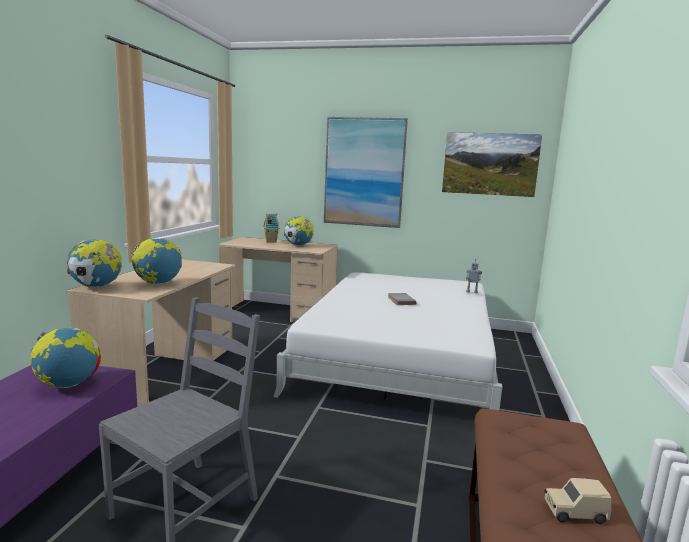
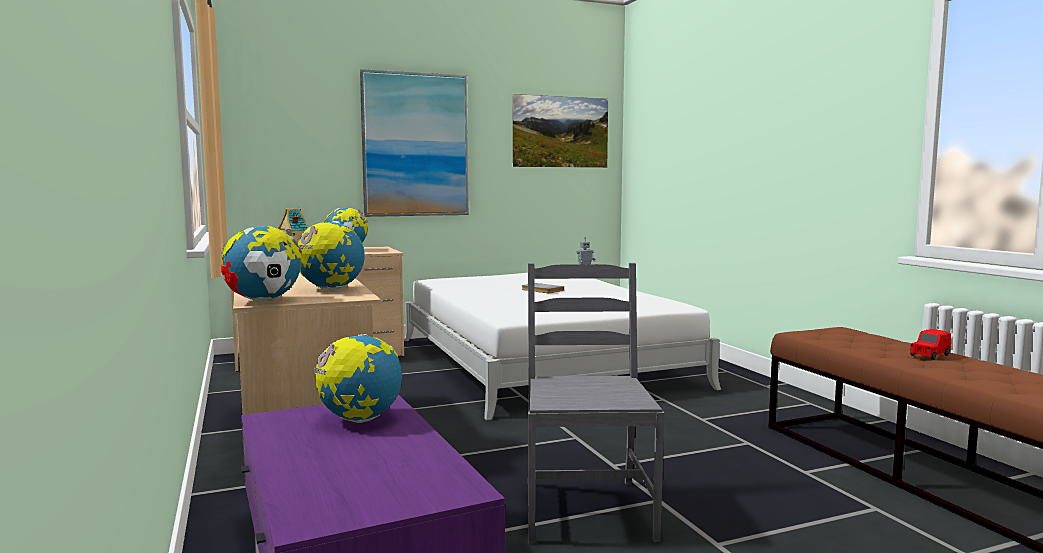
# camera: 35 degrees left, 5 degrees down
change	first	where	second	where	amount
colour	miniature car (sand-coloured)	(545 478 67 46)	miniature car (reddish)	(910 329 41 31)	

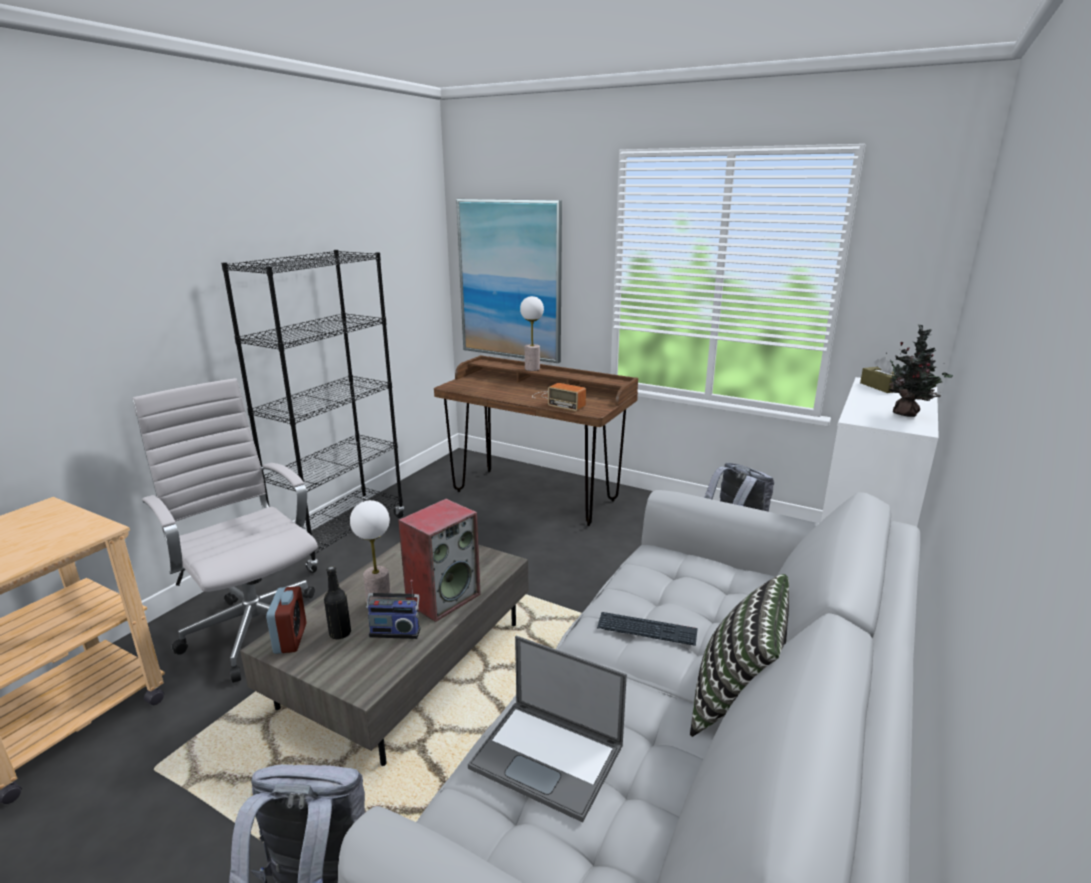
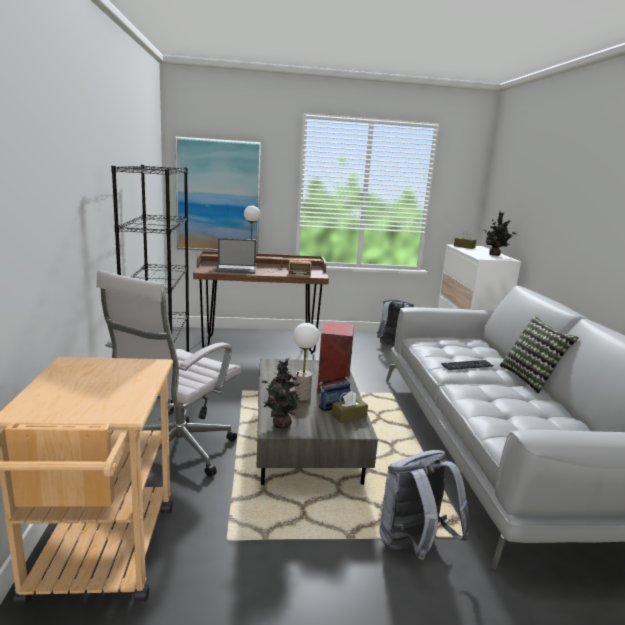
# camera: 35 degrees left, 5 degrees down
change	first	where	second	where	amount
spun	computer chair (white-coloured)	(133 378 185 305)		(96 270 145 207)	75 degrees counterclockwise
exchanged	alarm clock	(266 586 40 68)	plant in a pot	(262 358 43 71)	
missing	beverage bottle (black)	(324 566 27 73)			
relocated	notebook computer	(468 636 159 186)		(216 238 40 36)	
appeared			tissue holder (brown)	(332 391 36 32)	

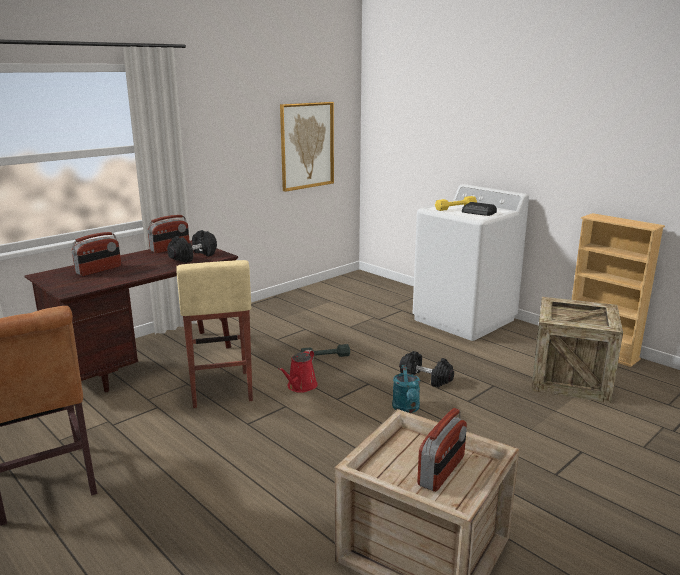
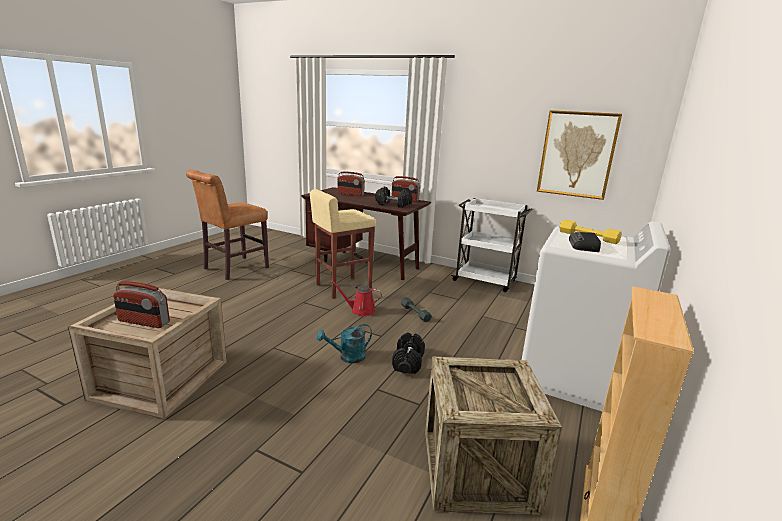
# camera: 70 degrees right, 0 degrees up
change	first	where	second	where	amount
appeared			trolley (white-coloured)	(451 198 81 94)	

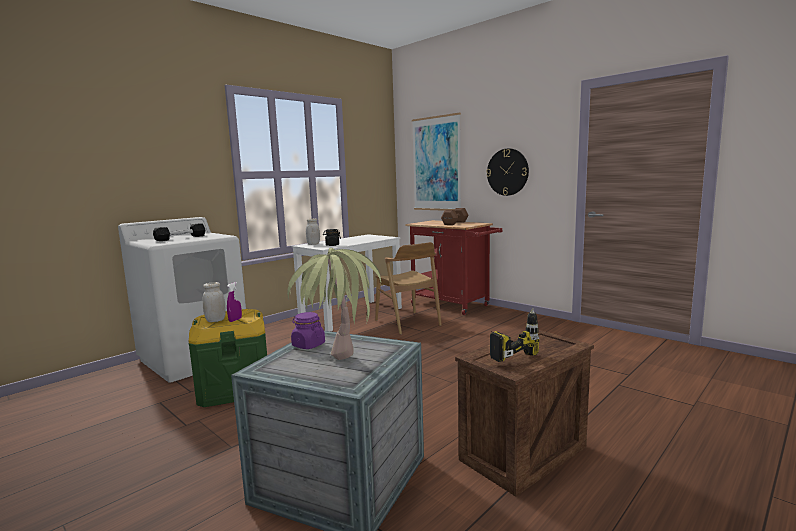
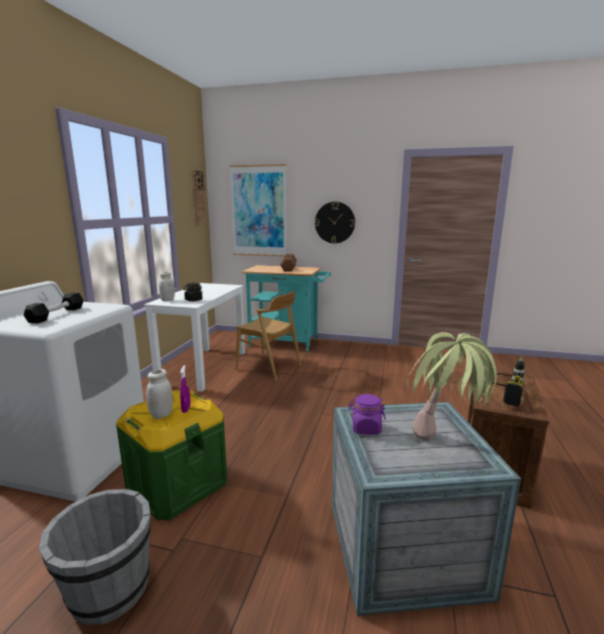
# camera: 30 degrees left, 5 degrees up
change	first	where	second	where	amount
colour	trolley (reddish)	(405 220 97 95)	trolley (turquoise-coloured)	(241 265 90 87)	
appeared			bucket (greyish)	(39 489 112 136)	
appeared			hanging clock	(192 169 15 56)	

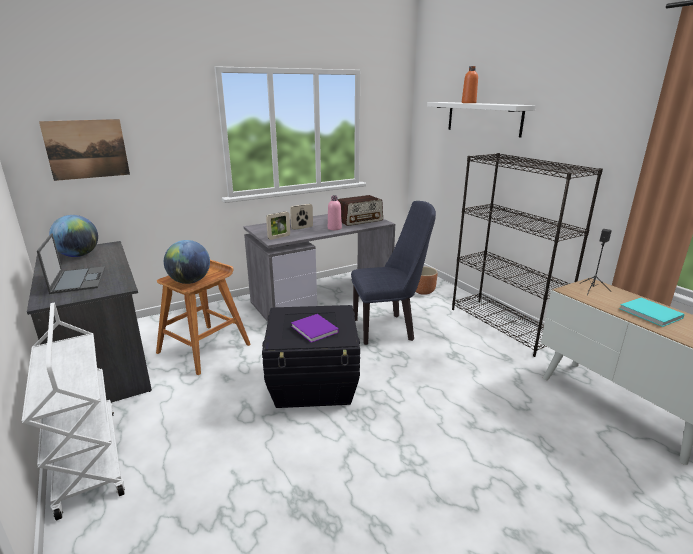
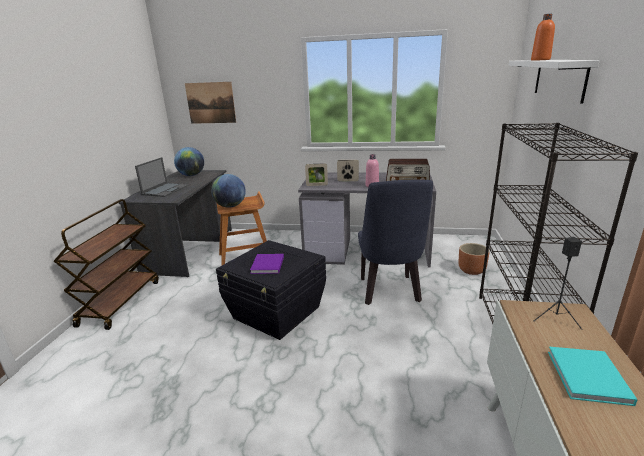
# camera: 40 degrees right, 0 degrees up
change	first	where	second	where	amount
colour	trolley (white-coloured)	(22 303 103 218)	trolley (brown)	(54 199 105 131)	
spun	upright chair (blue-coloured)	(351 201 85 144)		(358 180 75 125)	60 degrees clockwise

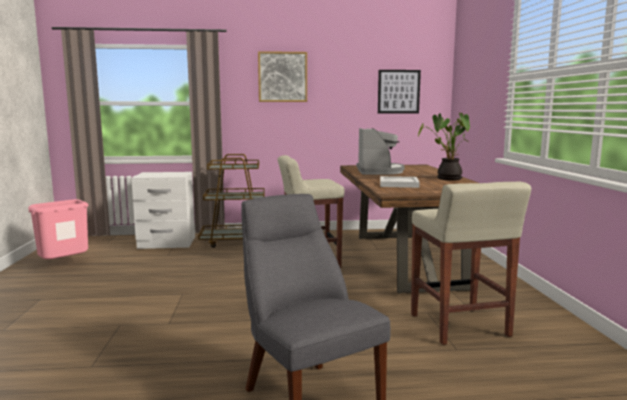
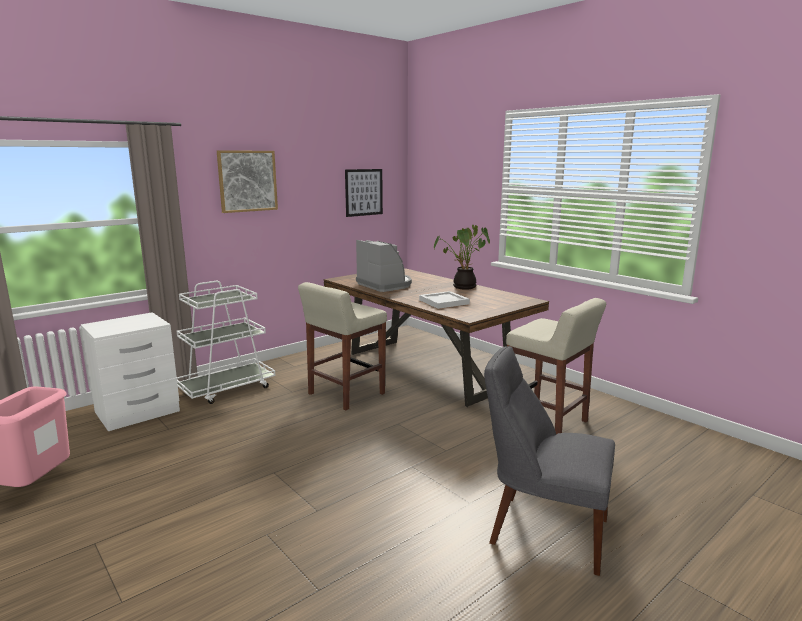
# camera: 35 degrees left, 5 degrees up
change	first	where	second	where	amount
colour	trolley (brown)	(198 154 67 94)	trolley (white-coloured)	(176 281 99 123)	

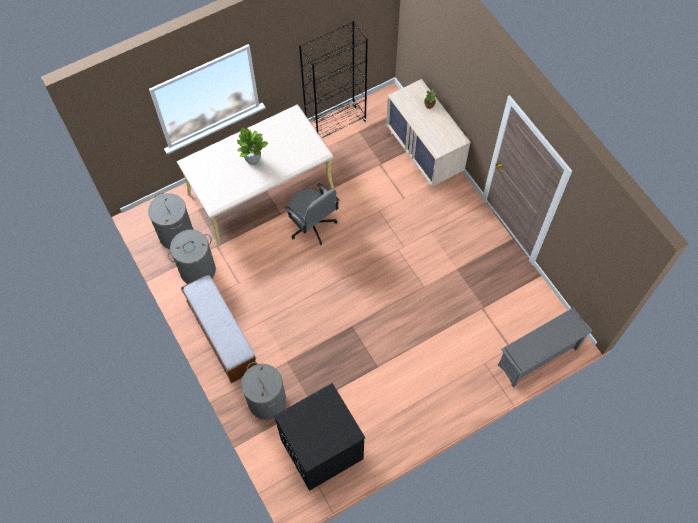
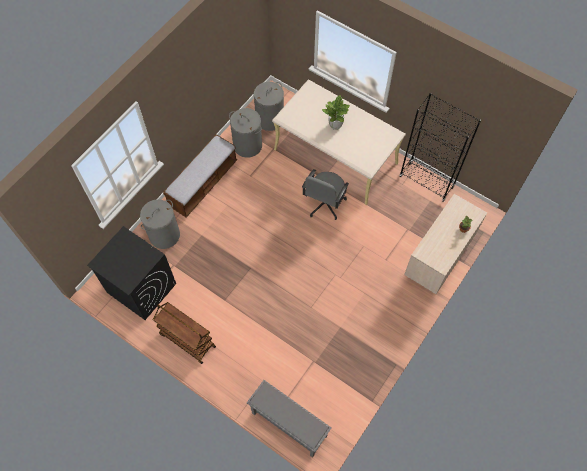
# camera: 65 degrees right, 0 degrees up
change	first	where	second	where	amount
appeared			trolley (brown)	(153 302 63 62)	

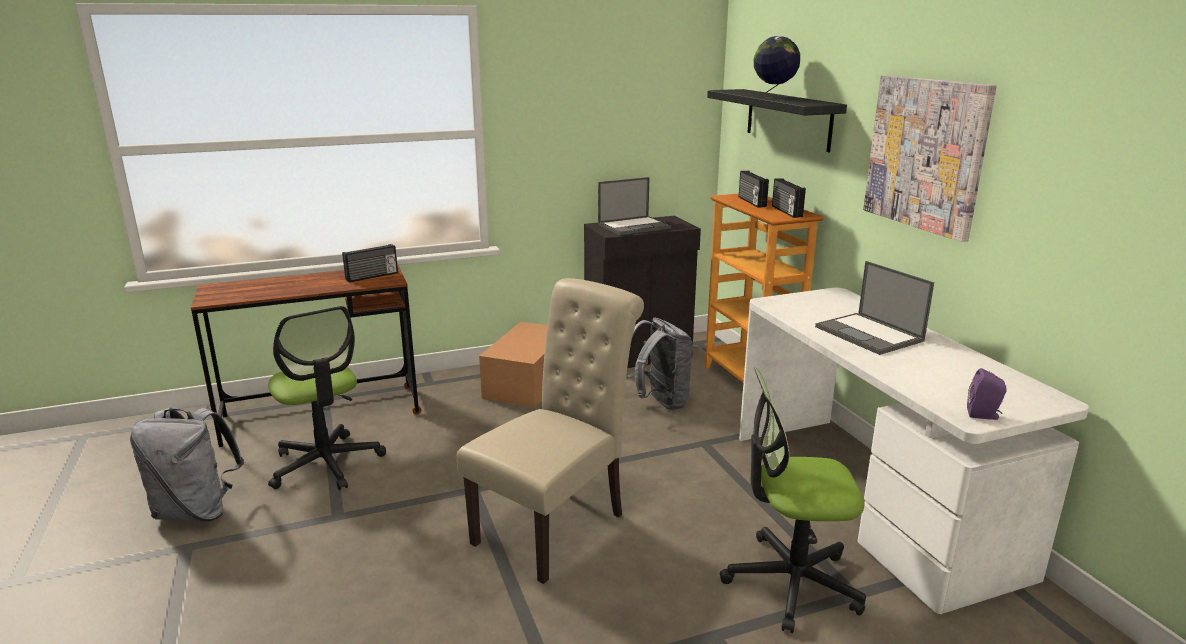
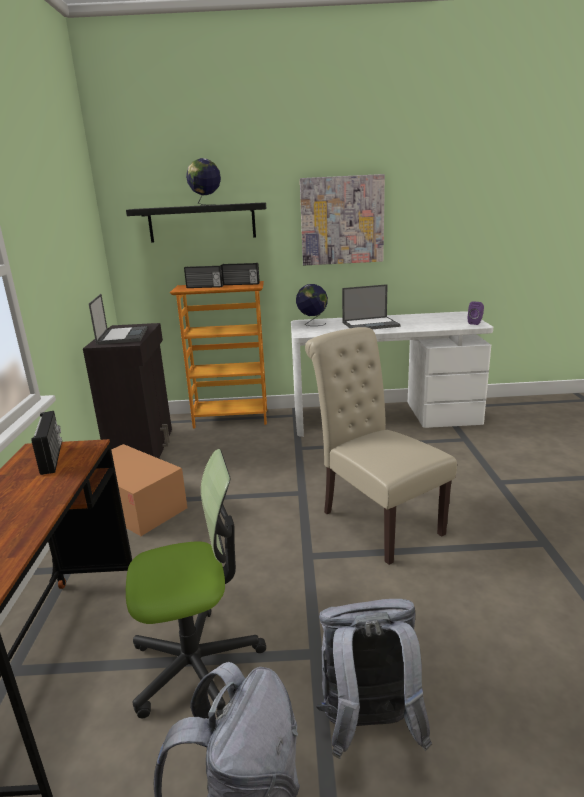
# camera: 70 degrees left, 0 degrees up
change	first	where	second	where	amount
relocated	knapsack (greyish)	(626 317 67 93)		(316 599 116 160)	
missing	computer chair	(720 368 146 265)			
appeared			globe	(296 284 32 42)	

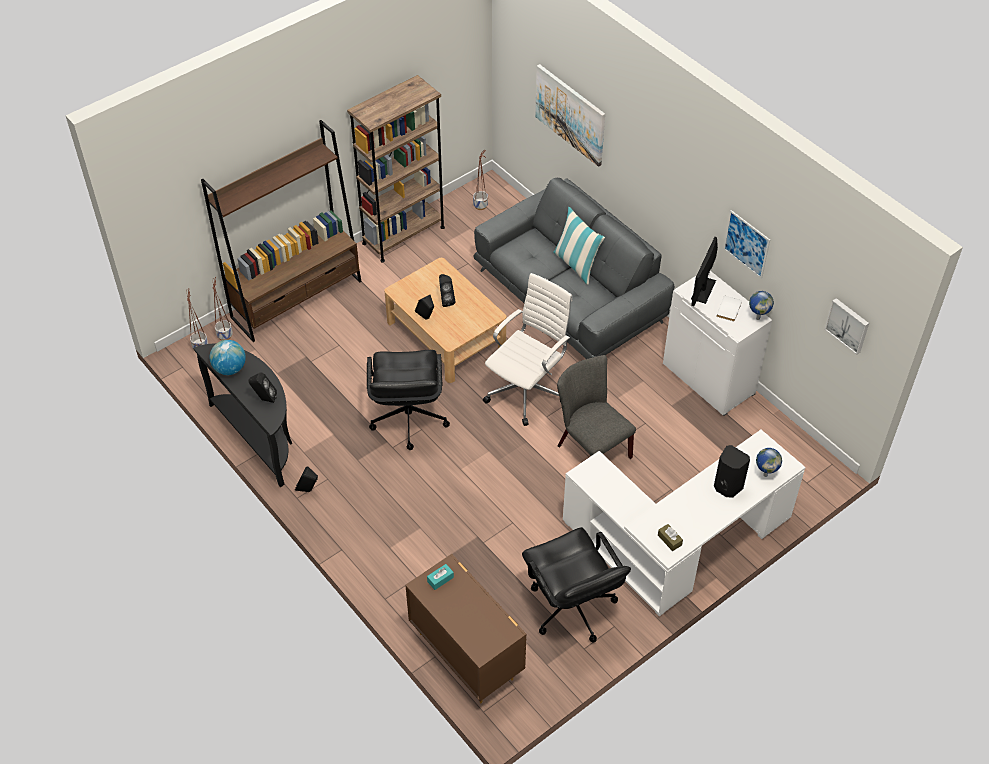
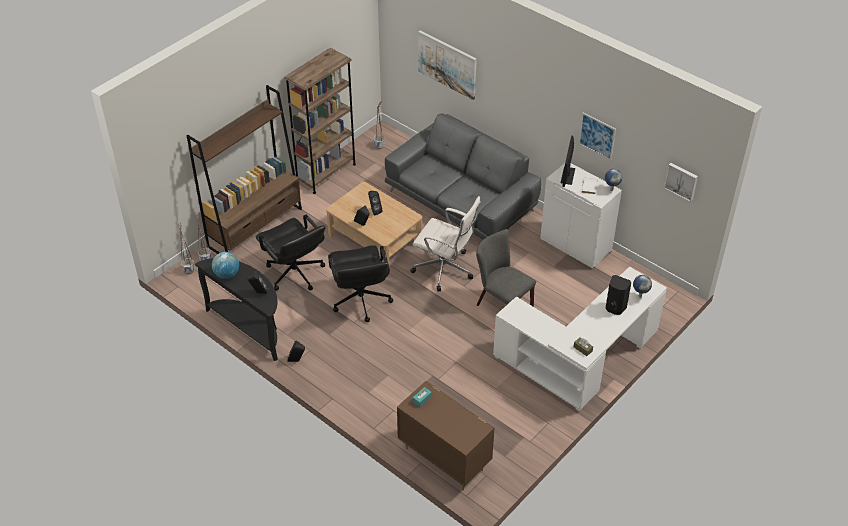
# camera: 10 degrees left, 5 degrees down
change	first	where	second	where	amount
spun	computer chair (white-coloured)	(483 273 89 153)		(410 196 70 95)	90 degrees clockwise
relocated	computer chair (black)	(522 527 109 116)		(256 215 70 76)	
missing	cushion	(553 207 52 78)			

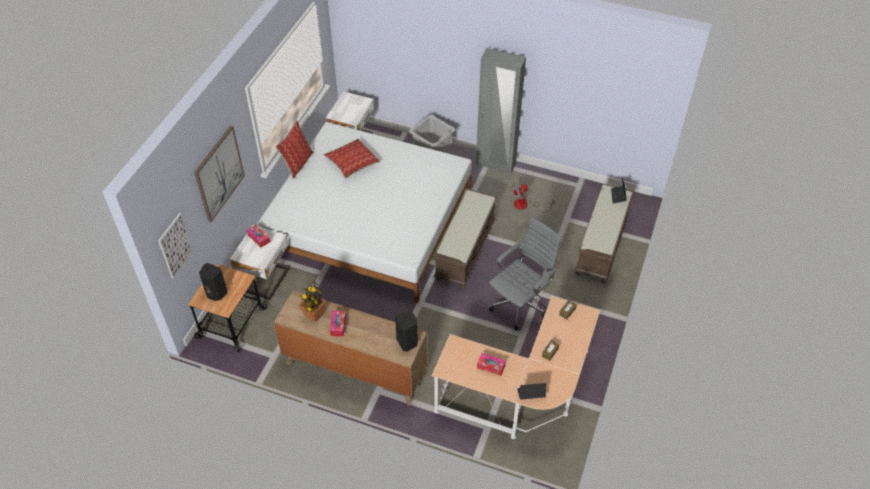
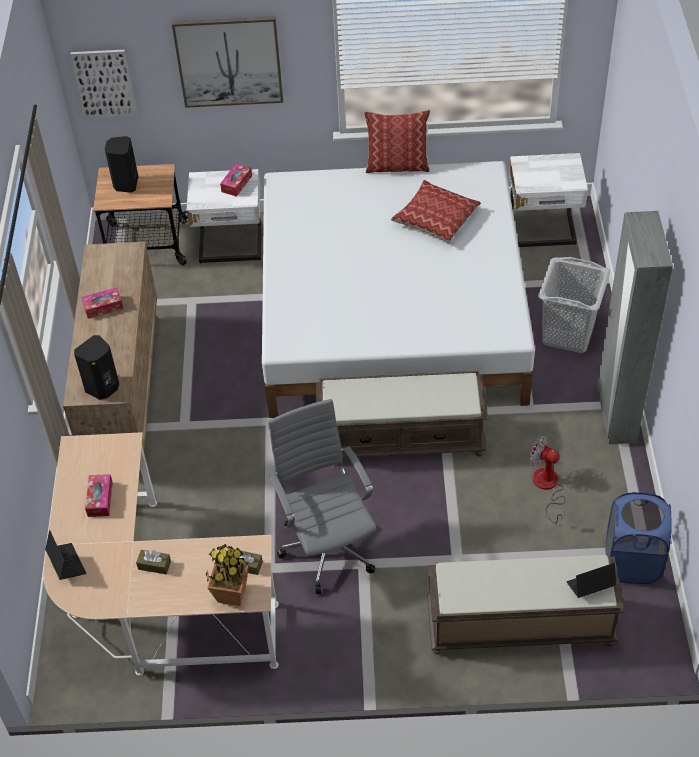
# camera: 70 degrees right, 0 degrees up
change	first	where	second	where	amount
relocated	plant in a pot	(299 281 27 42)		(206 544 43 62)	
spun	computer chair (greyish)	(489 217 73 114)		(268 399 109 195)	135 degrees counterclockwise
appeared			hamper (blue-coloured)	(606 492 66 92)	

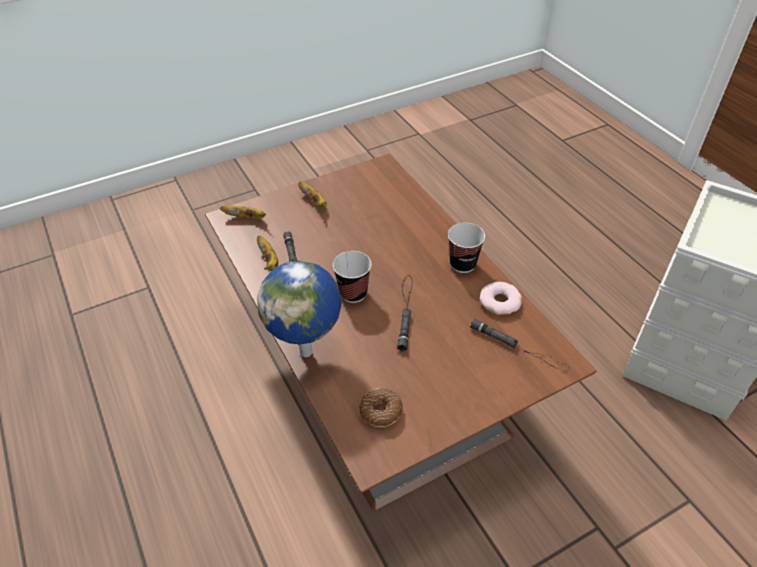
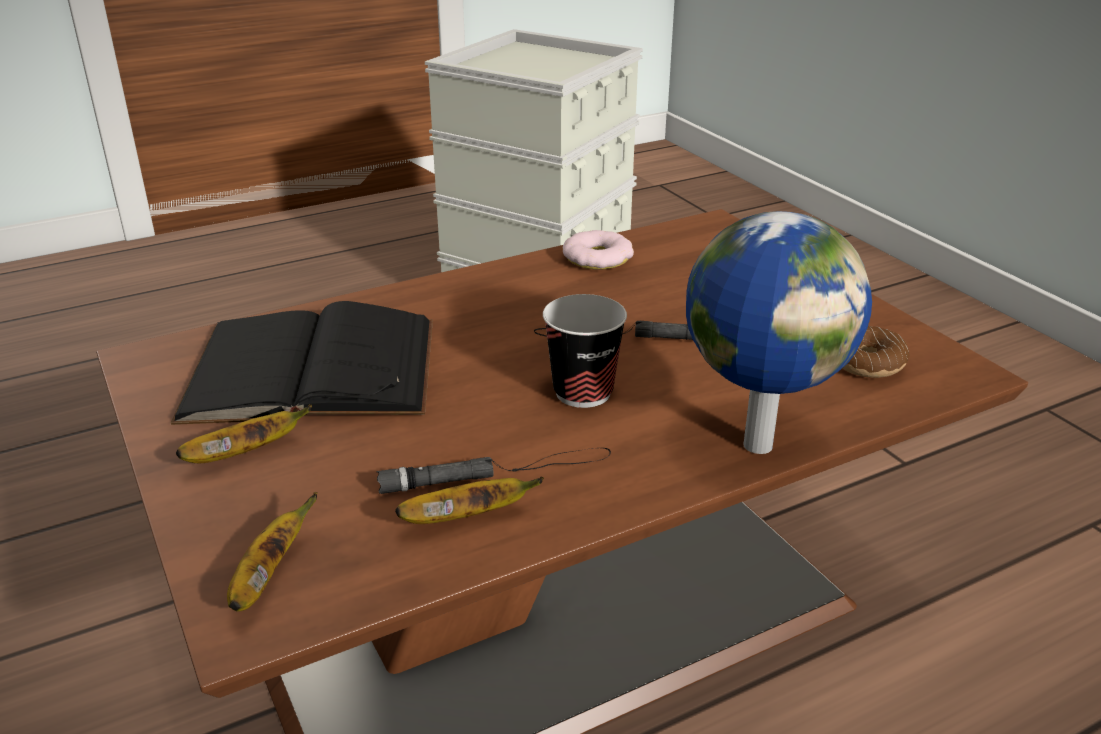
# camera: 90 degrees left, 15 degrees down
change	first	where	second	where	amount
missing	cup	(448 223 37 50)			
missing	torch (black)	(470 319 99 52)			
appeared			volume (black)	(171 301 262 124)	

